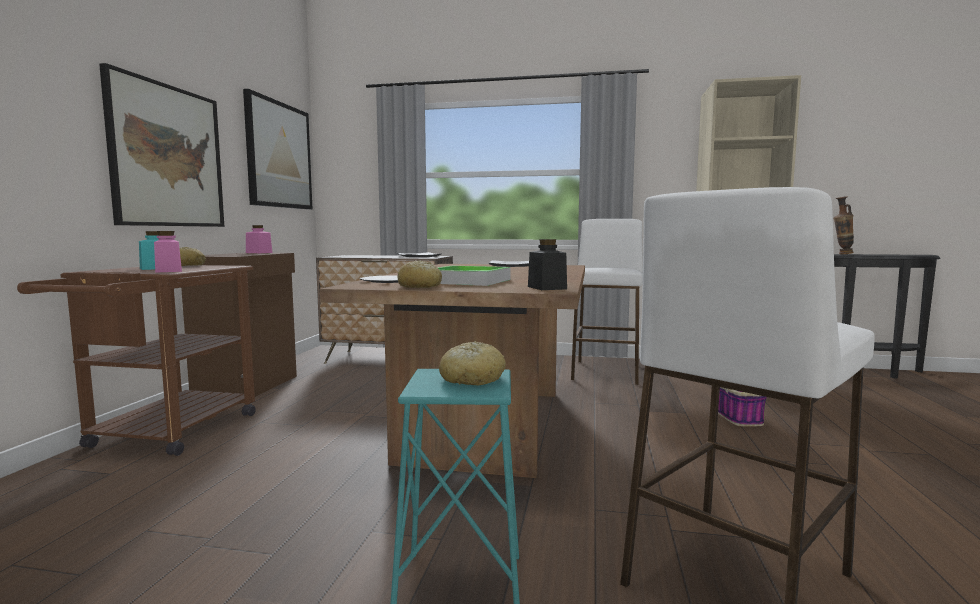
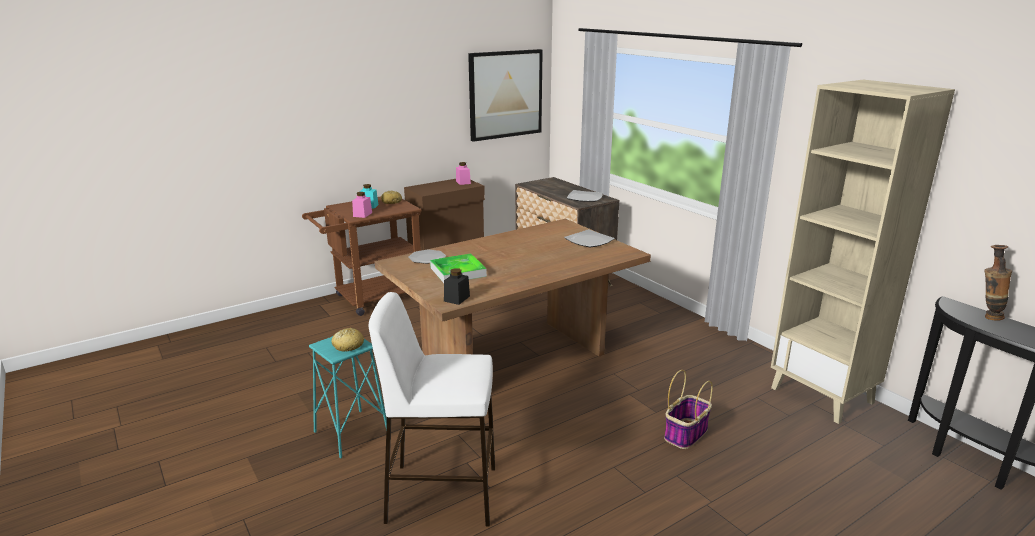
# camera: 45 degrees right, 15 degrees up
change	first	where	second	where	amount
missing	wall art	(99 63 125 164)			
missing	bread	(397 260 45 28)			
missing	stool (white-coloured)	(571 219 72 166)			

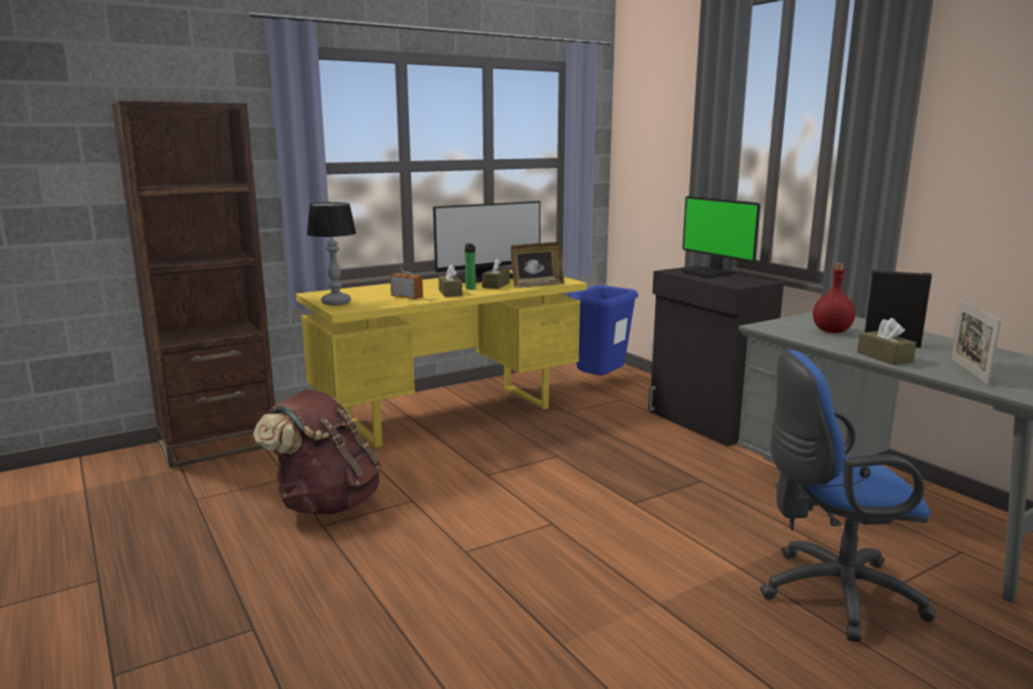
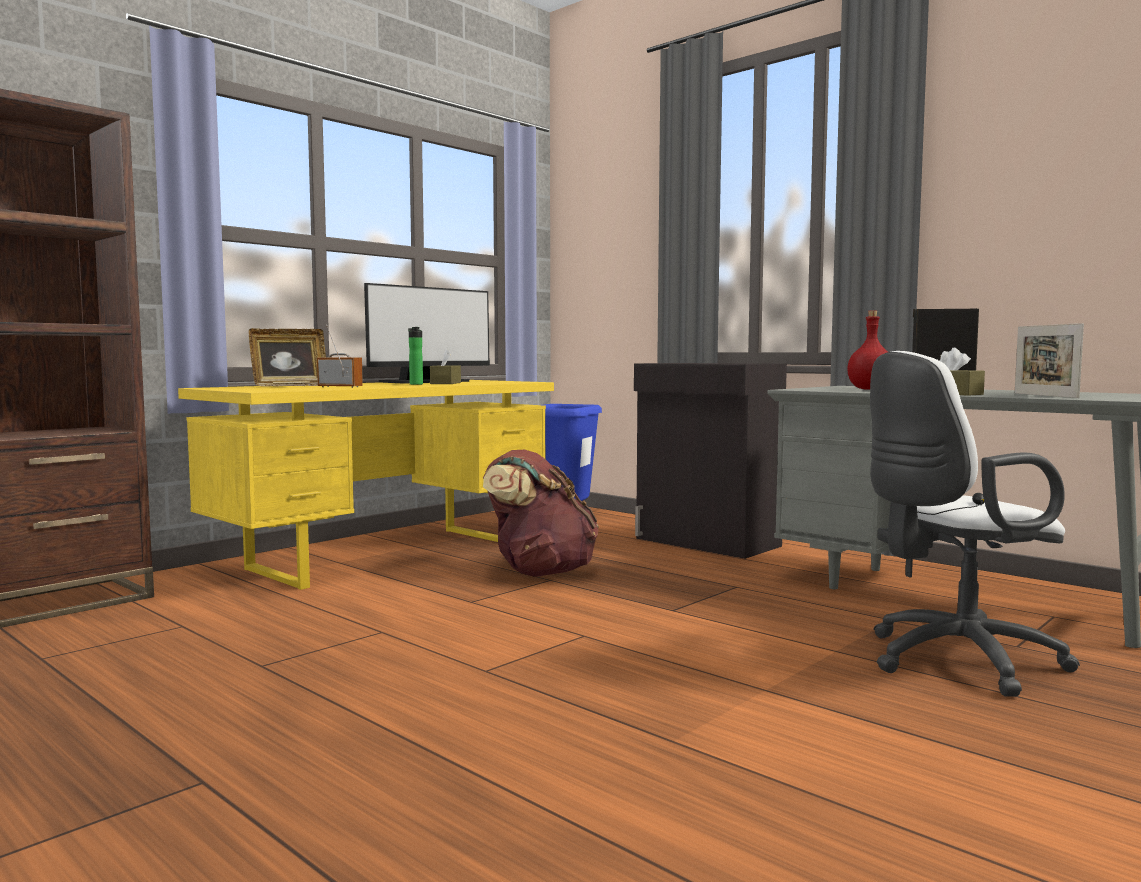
# camera: 15 degrees left, 10 degrees down
change	first	where	second	where	amount
relocated	knapsack (brown)	(253 390 128 125)		(483 450 116 127)	
missing	table lamp	(307 202 49 103)			
missing	tissue holder (brown)	(438 265 24 32)			
relocated	picture frame	(511 242 53 46)		(249 328 77 59)	
missing	monitor	(681 196 79 82)			
colour	computer chair (blue-coloured)	(760 350 176 292)	computer chair (white-coloured)	(870 351 210 346)	

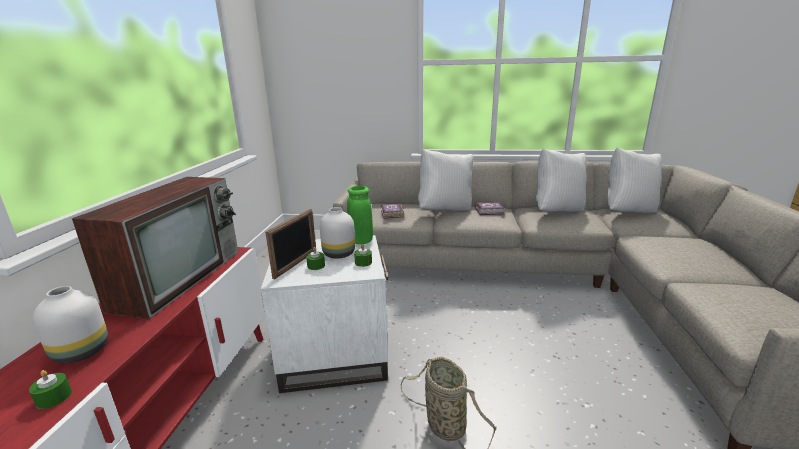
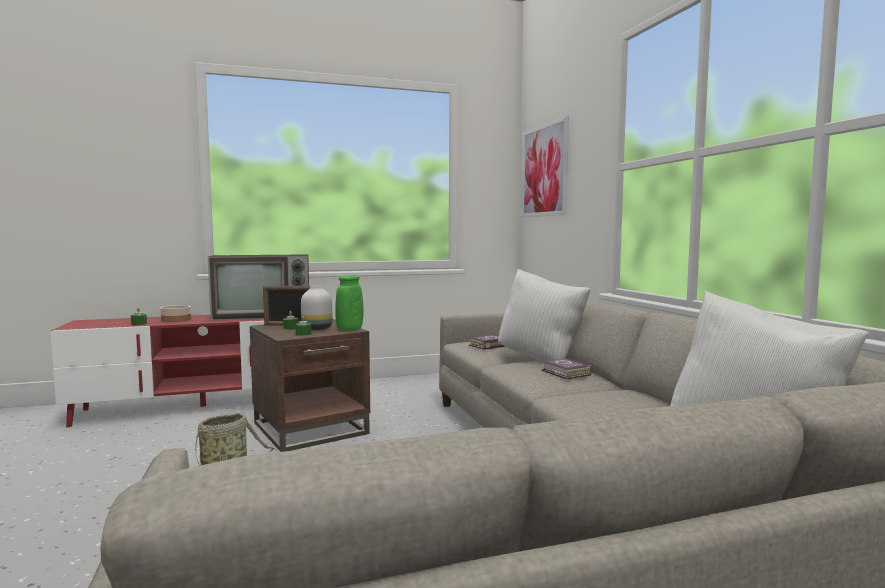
# camera: 65 degrees right, 15 degrees down
change	first	where	second	where	amount
exchanged	decorative vase (white-coloured)	(33 286 75 78)	serving bowl	(160 305 31 17)	
colour	end table (white-coloured)	(261 235 127 158)	end table (brown)	(250 319 120 133)	
missing	cushion (white-coloured)	(536 148 50 64)			
appeared			wall art	(521 116 48 101)	

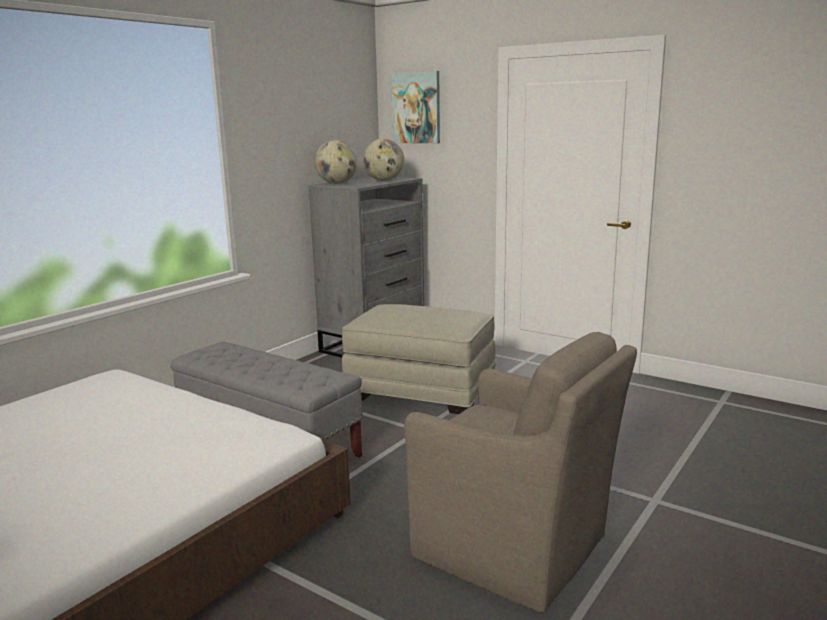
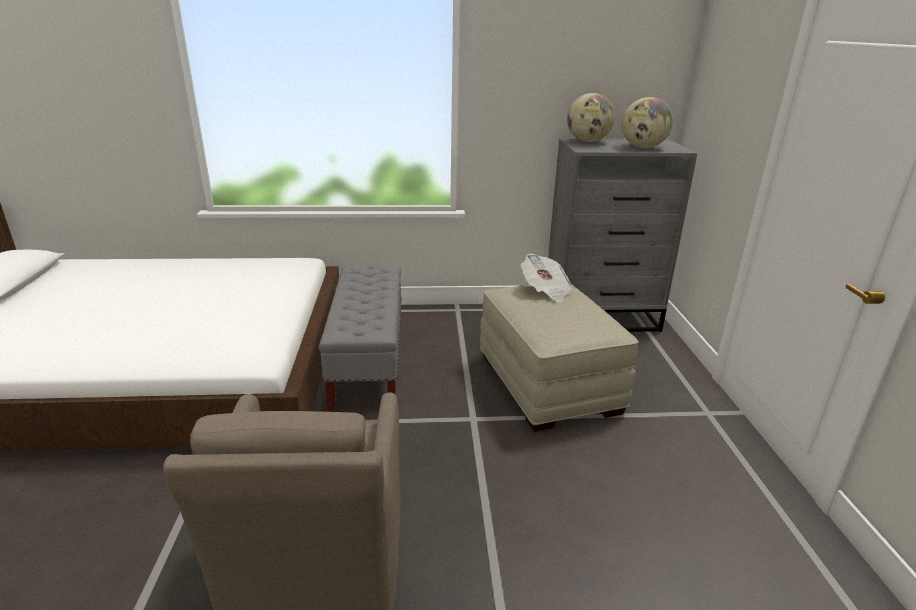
# camera: 50 degrees right, 10 degrees up
change	first	where	second	where	amount
missing	wall art	(391 71 49 73)			
appeared			newspaper	(521 254 52 48)	

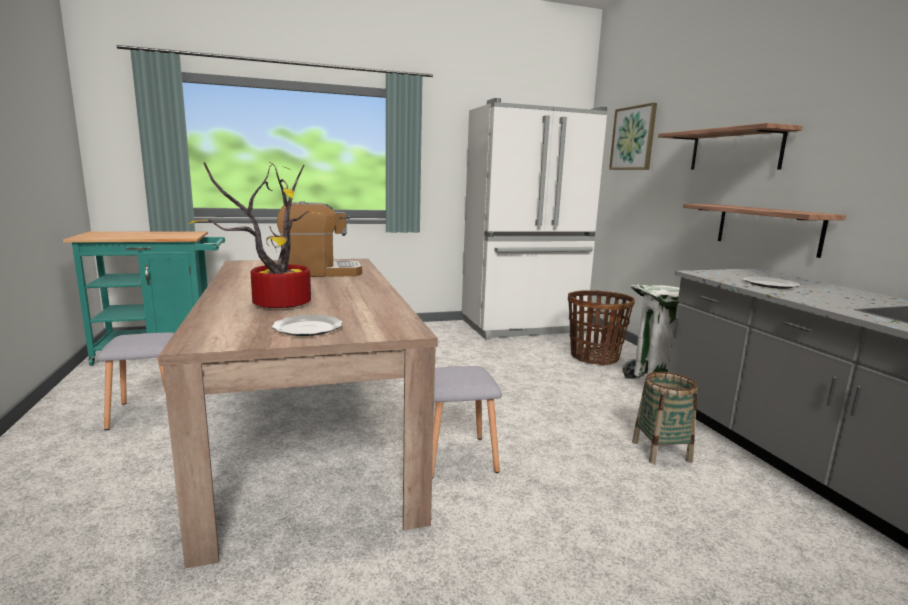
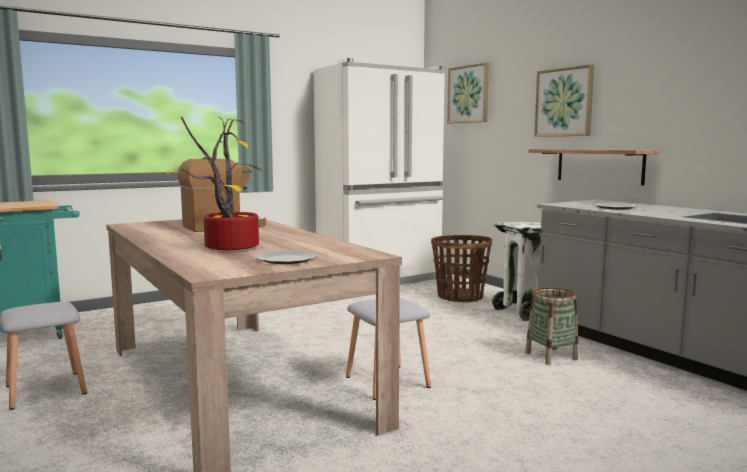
# camera: 15 degrees left, 5 degrees down
change	first	where	second	where	amount
exchanged	bracket shelf	(658 123 145 47)	wall art	(534 64 60 73)	

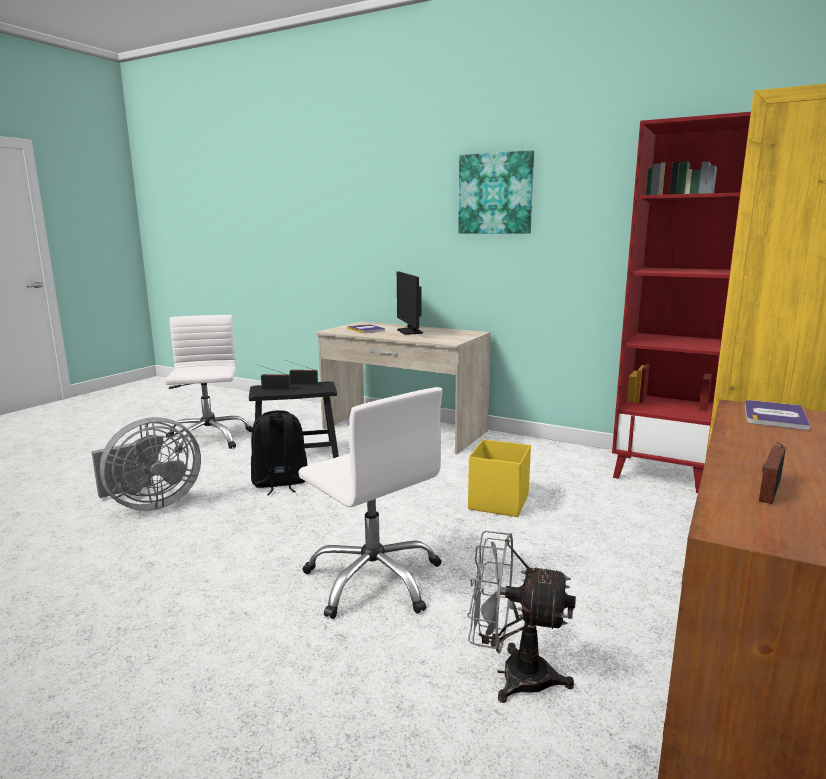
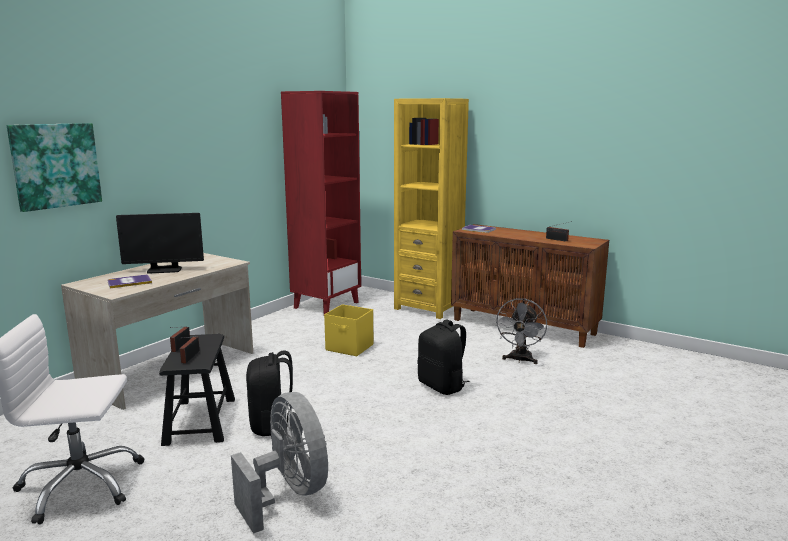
# camera: 85 degrees left, 0 degrees up
change	first	where	second	where	amount
exchanged	computer chair (white-coloured)	(298 387 145 232)	knapsack (black)	(418 319 52 76)	
relocated	wall art	(458 150 76 84)		(7 123 95 89)	

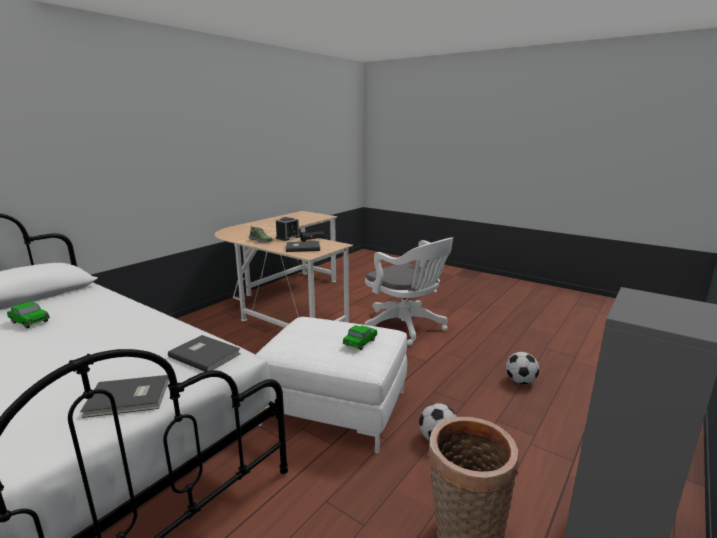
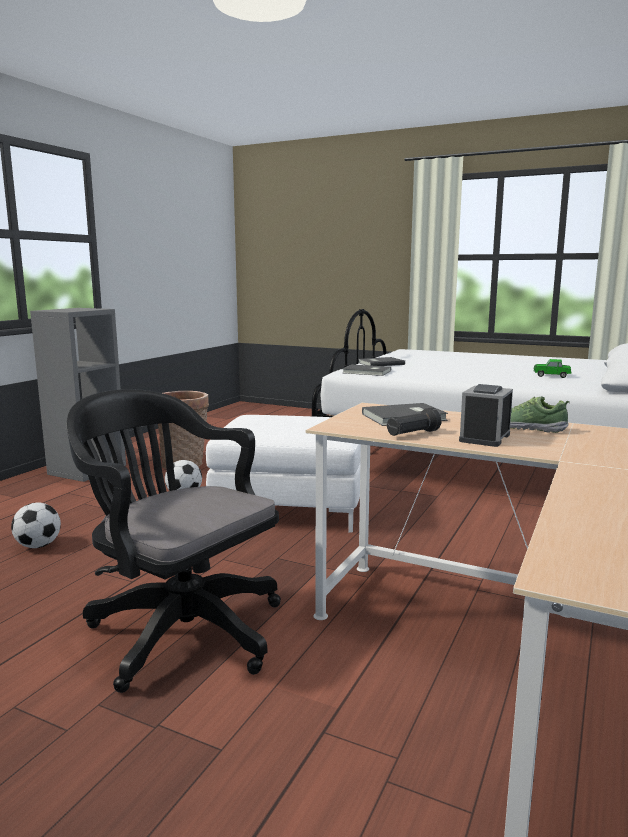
# camera: 170 degrees right, 5 degrees down
change	first	where	second	where	amount
missing	miniature car	(343 325 34 25)			
colour	computer chair (white-coloured)	(364 237 89 109)	computer chair (black)	(66 389 215 304)	

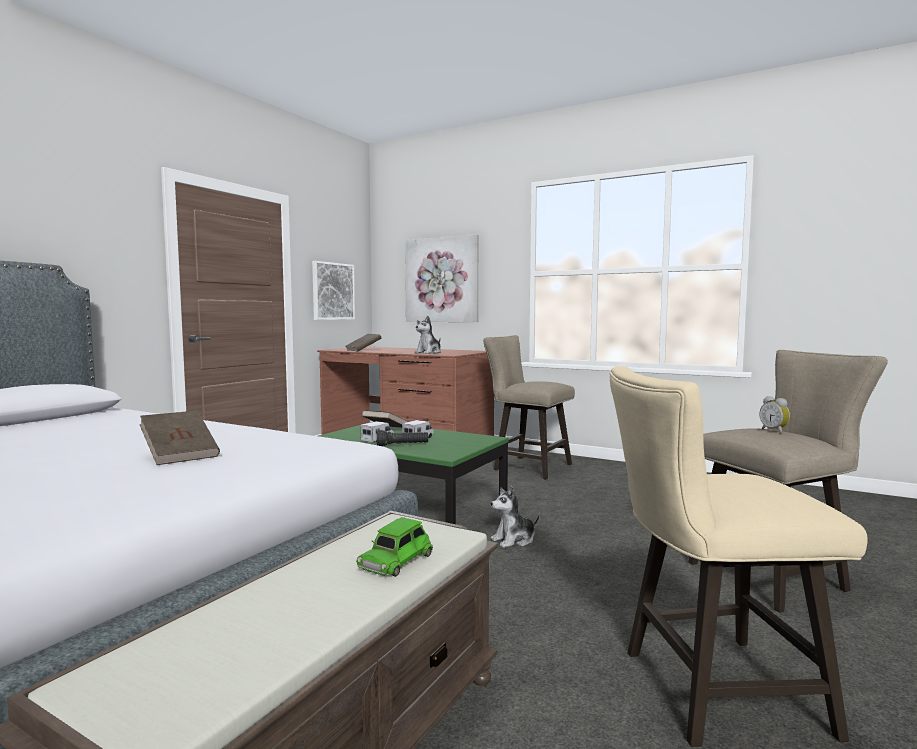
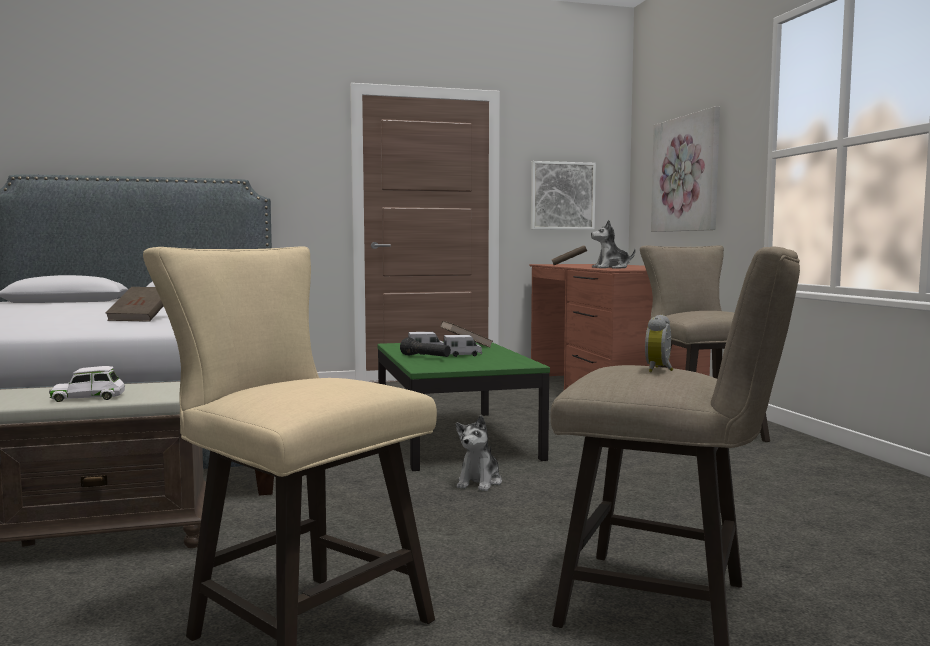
# camera: 45 degrees right, 0 degrees up
change	first	where	second	where	amount
colour	miniature car (green-coloured)	(356 517 77 60)	miniature car (white-coloured)	(49 366 76 36)	
spun	soft toy	(490 486 50 62)		(456 415 46 76)	90 degrees counterclockwise

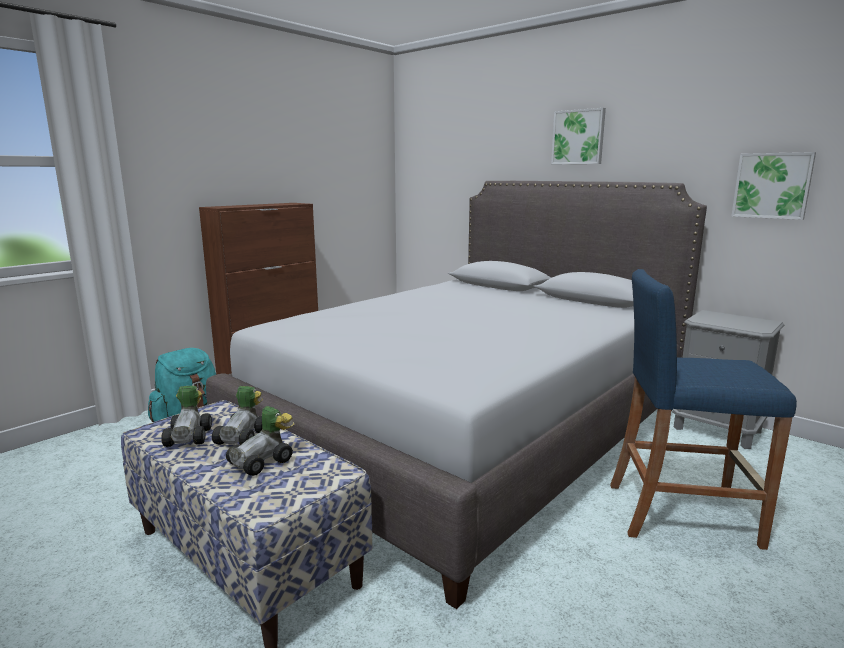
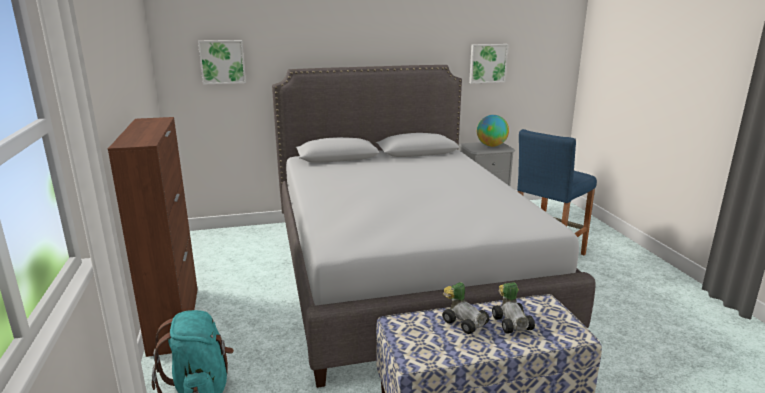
# camera: 55 degrees left, 5 degrees up
change	first	where	second	where	amount
missing	miniature car	(161 386 51 61)			
relocated	wall art	(551 108 55 56)		(198 40 48 45)	
appeared			globe	(477 115 32 32)	

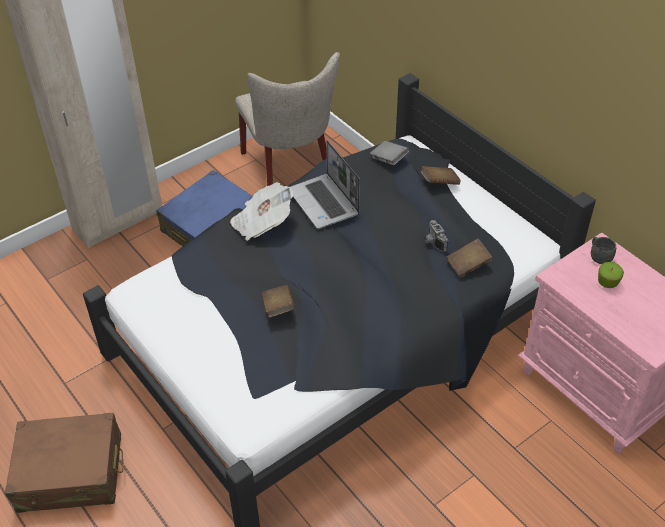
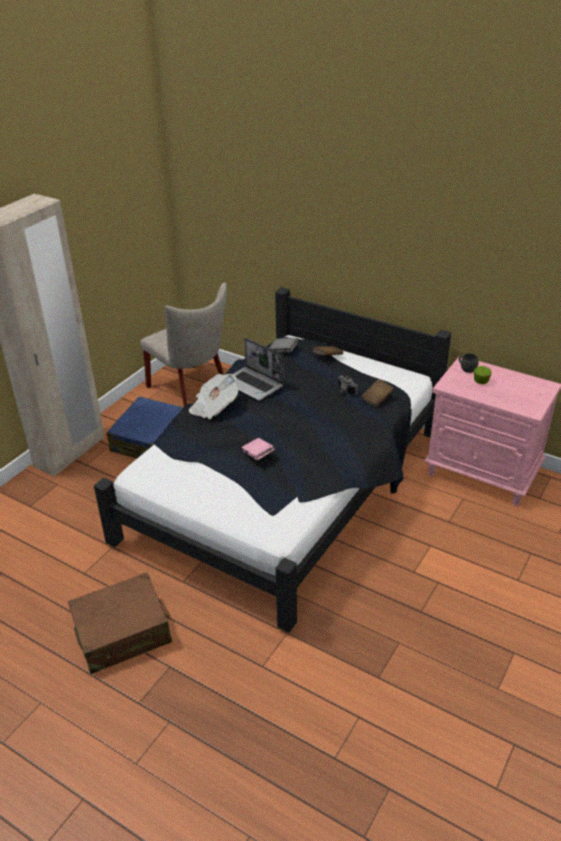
# camera: 20 degrees left, 10 degrees down
change	first	where	second	where	amount
colour	volume (brown)	(262 285 33 33)	volume (pink-coloured)	(242 438 33 22)	

